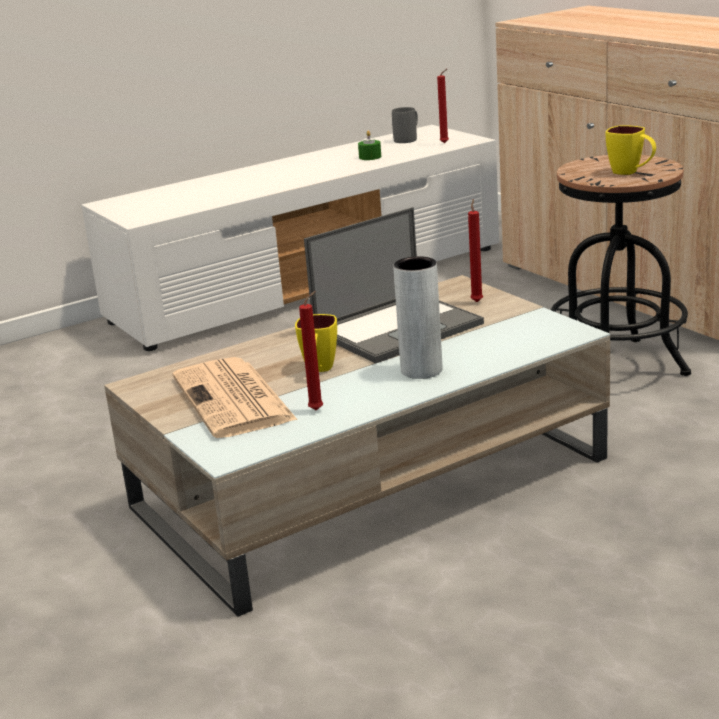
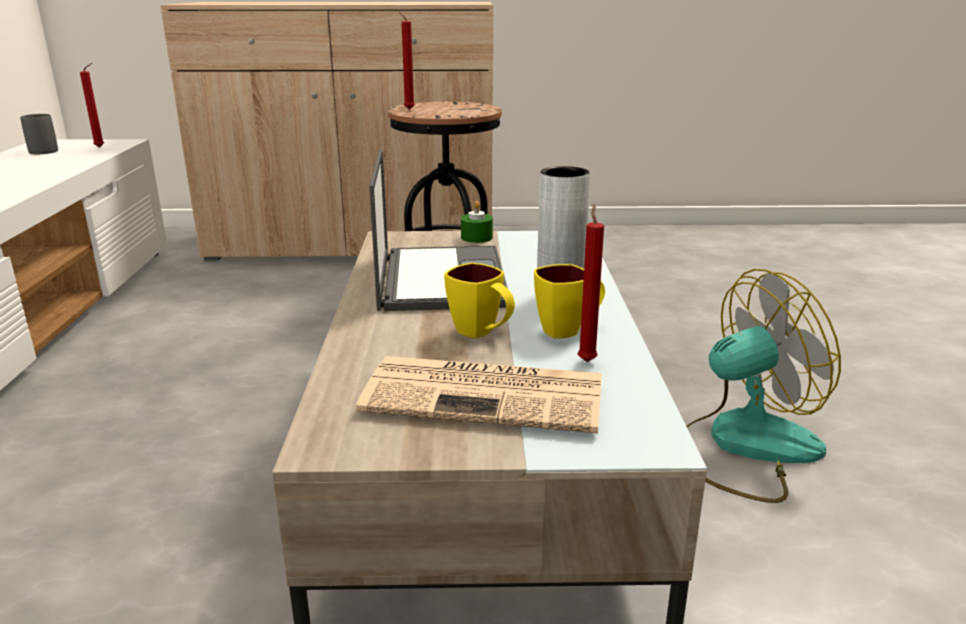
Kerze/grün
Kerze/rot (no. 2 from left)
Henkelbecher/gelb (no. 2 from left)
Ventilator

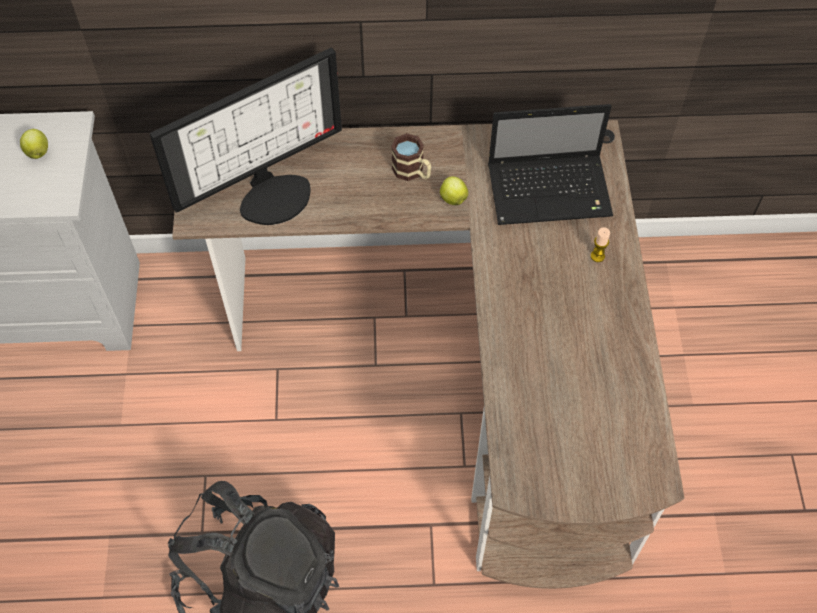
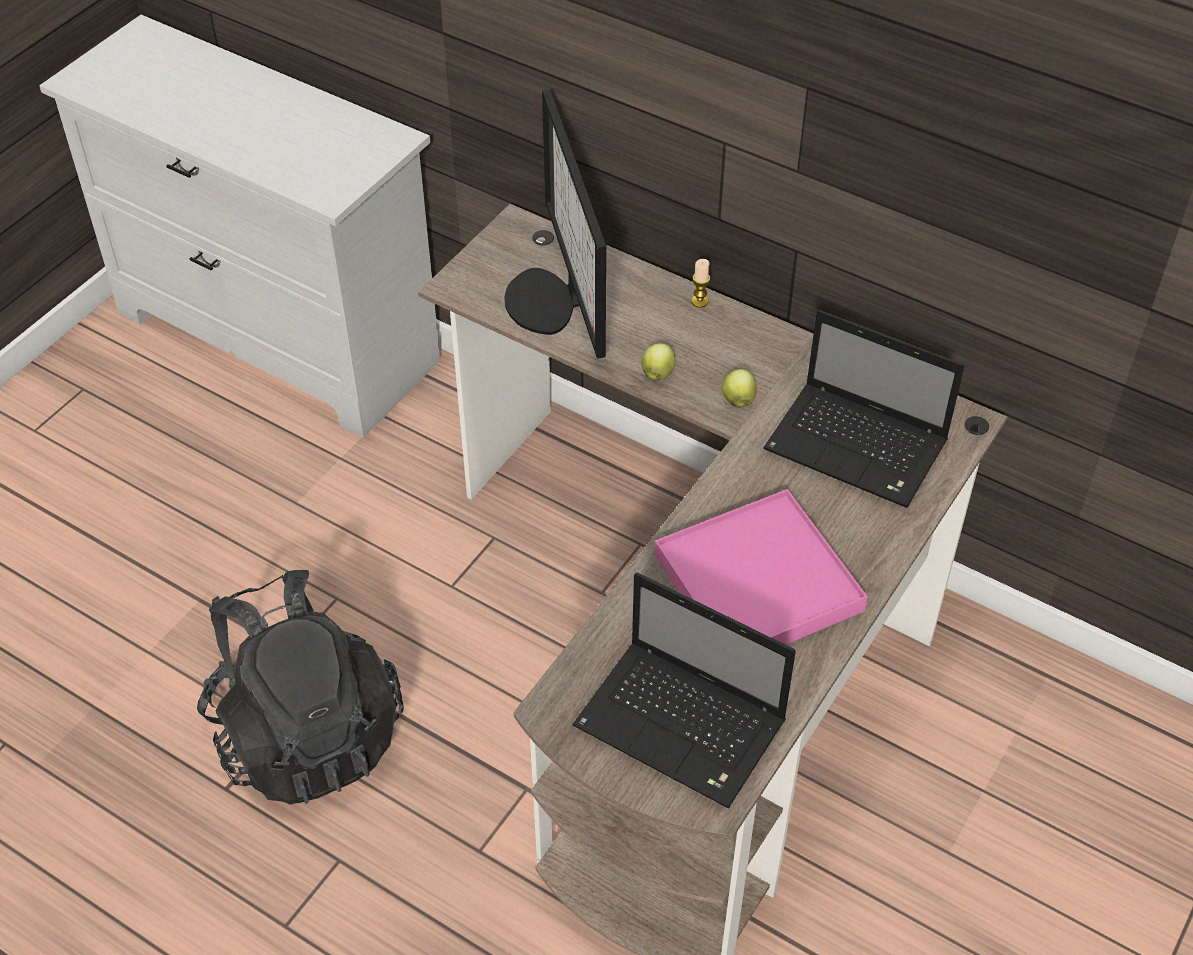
Apfel (no. 1 from left)
Monitor
Henkelbecher
Kerze
Laptop (no. 1 from left)
Tablett/rosa

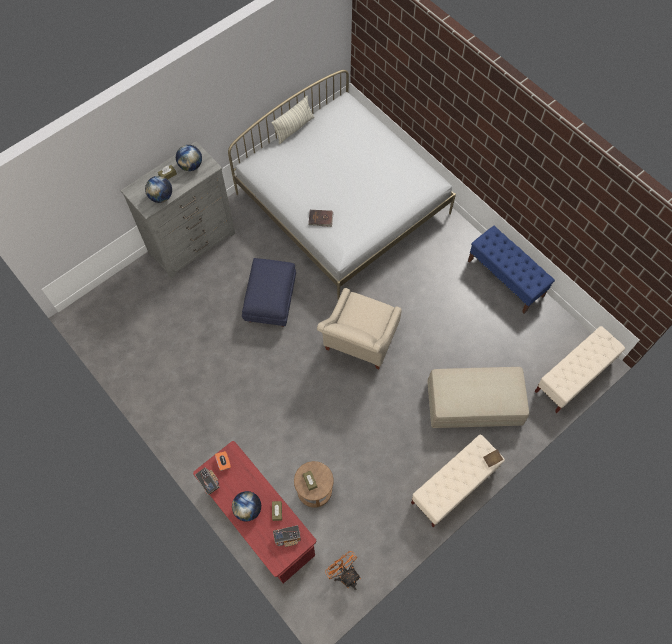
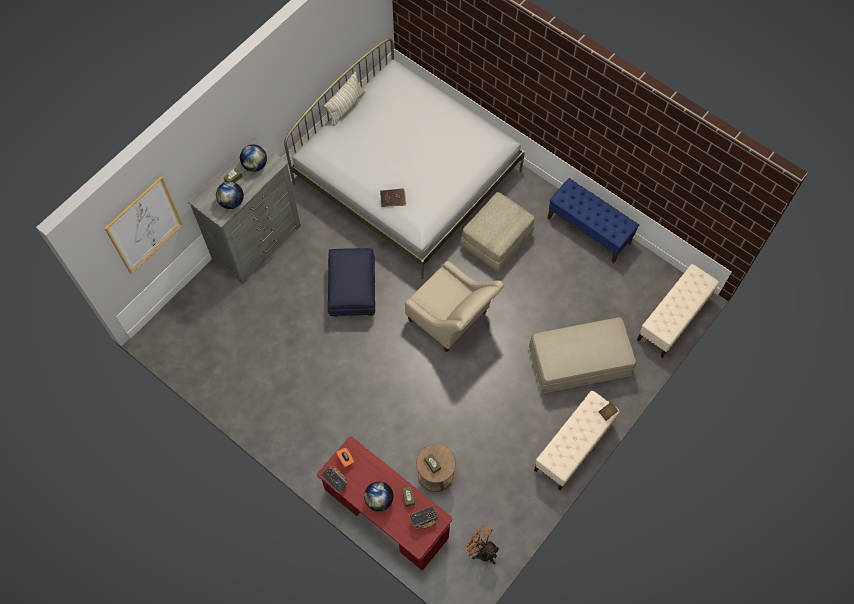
Sessel/beige
Bild
Polsterhocker/beige (no. 1 from left)

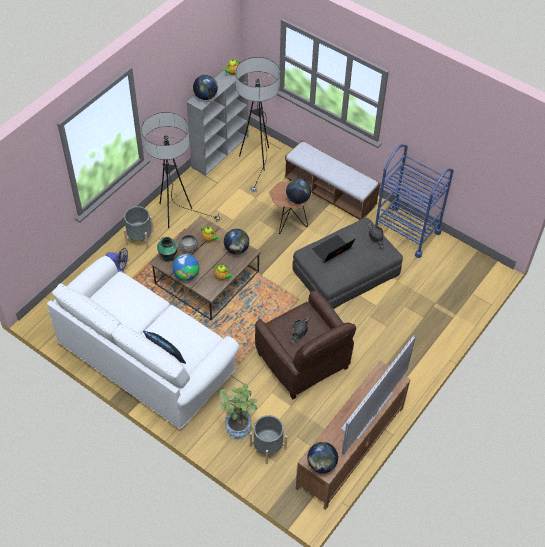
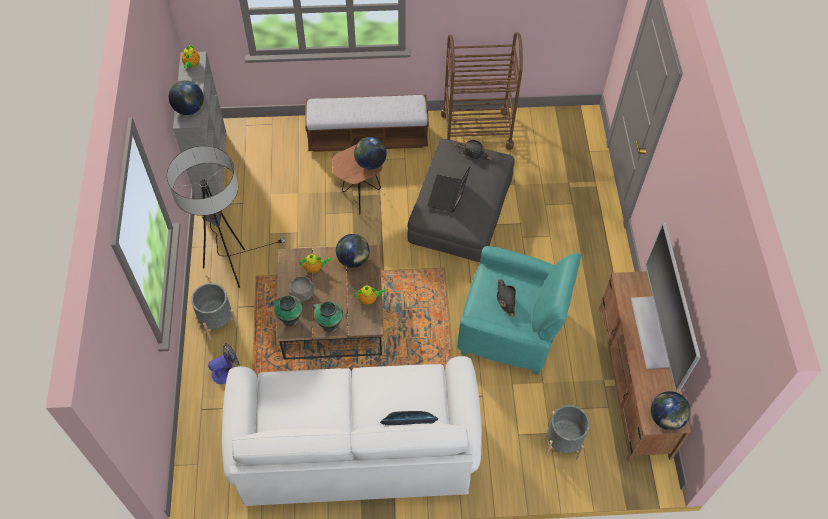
Vase (no. 2 from left)
Topfpflanze
Stehlampe (no. 2 from left in the first image)
Sessel/türkis
Rollwagen/braun

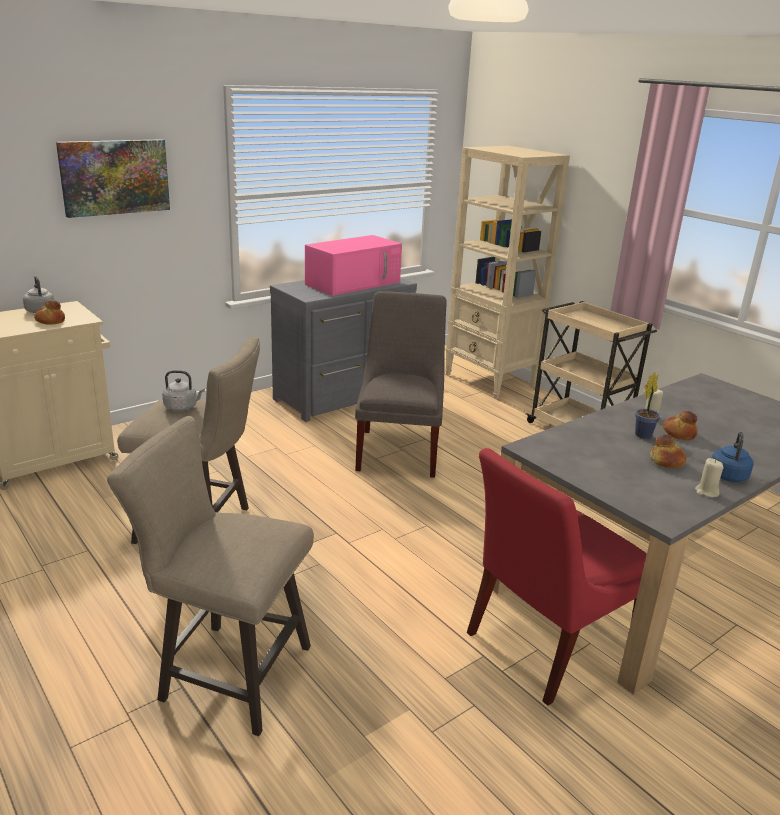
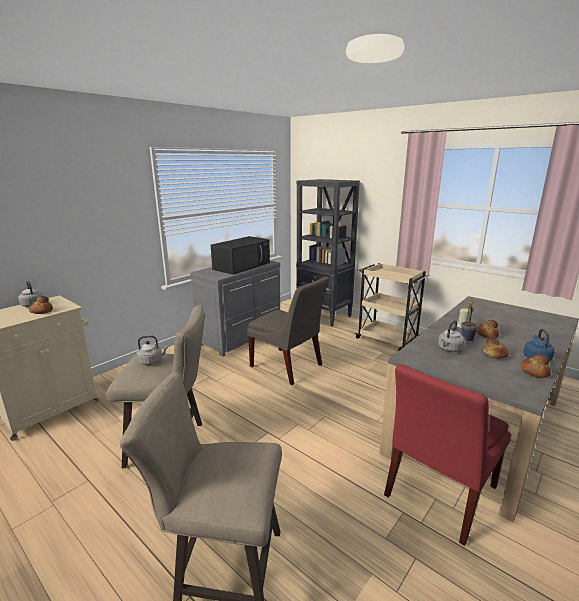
Bild
Mikrowelle/schwarz
Stuhl/grau
Bücherregal/schwarz
Brot (no. 4 from left)
Wasserkessel/grau (no. 3 from left)

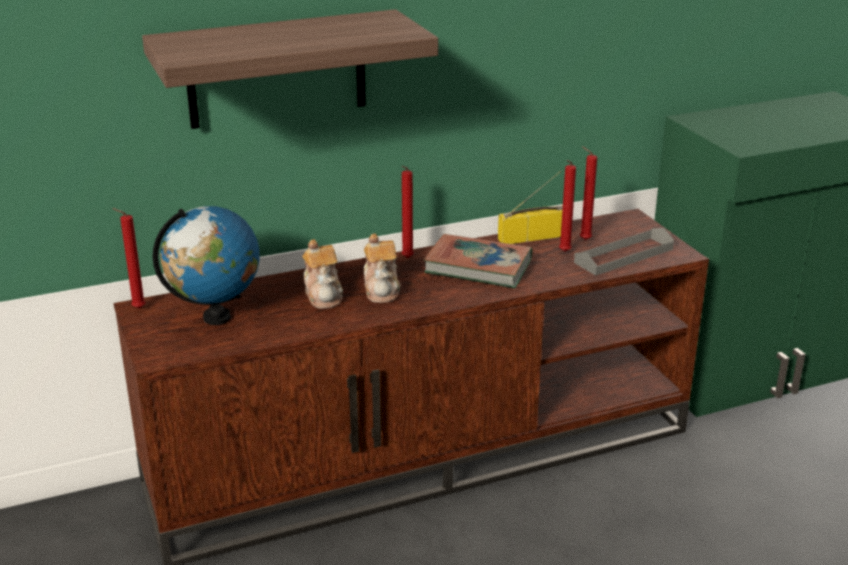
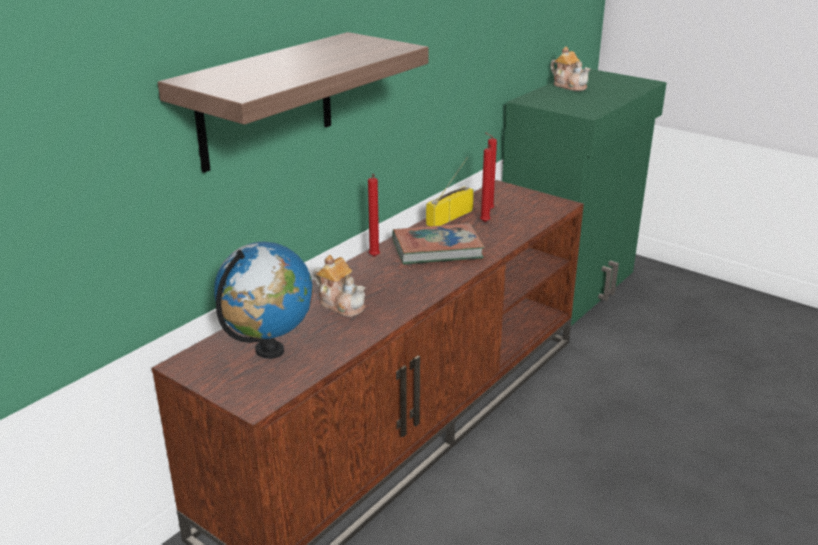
Kerze/rot (no. 1 from left in the first image)
Teekanne (no. 2 from left)
Tablett/grau

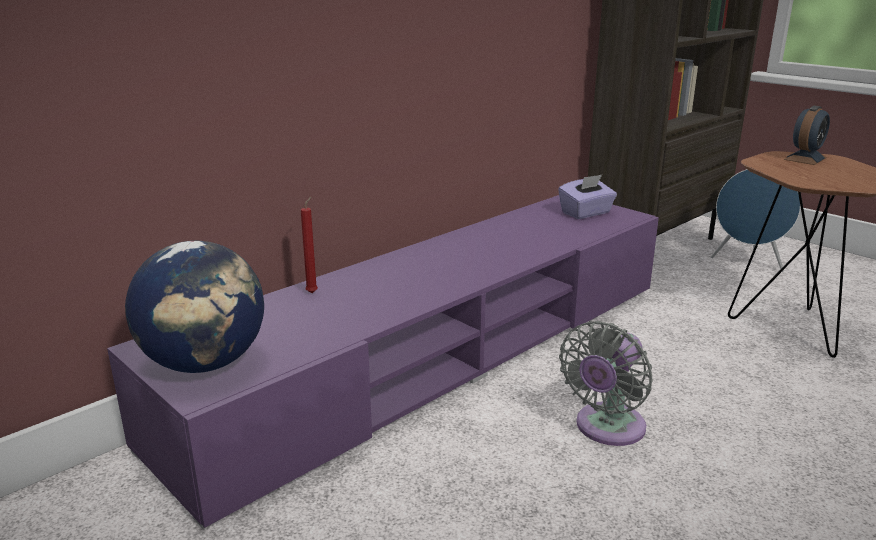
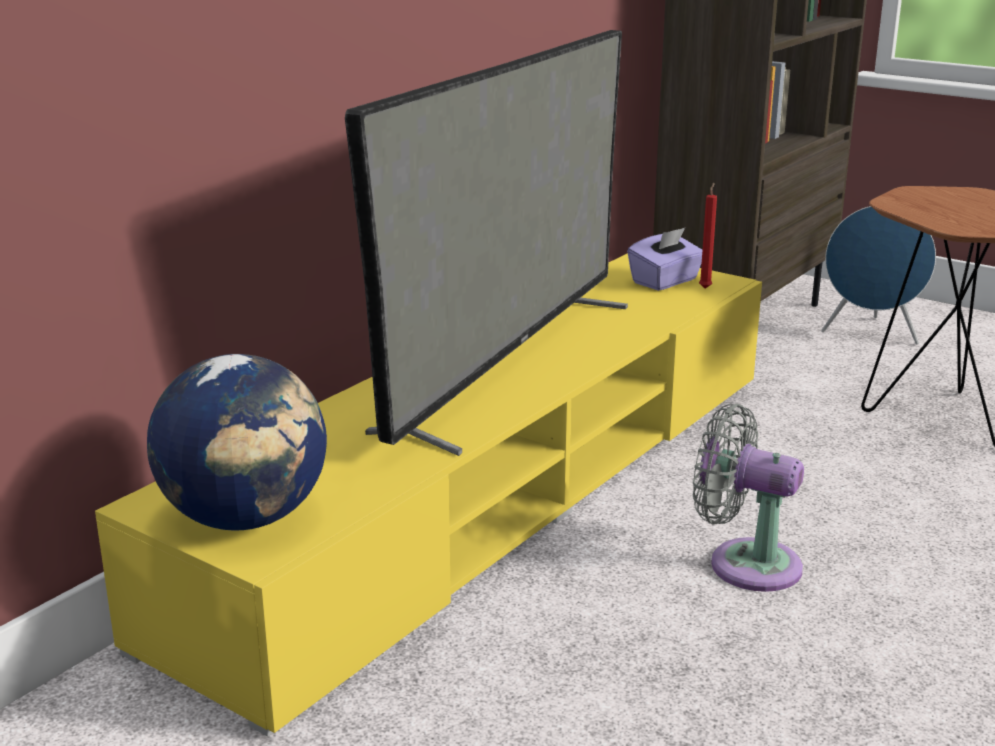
Fernsehschrank/gelb
Kerze/rot
Ventilator/grau
Wecker
Fernseher

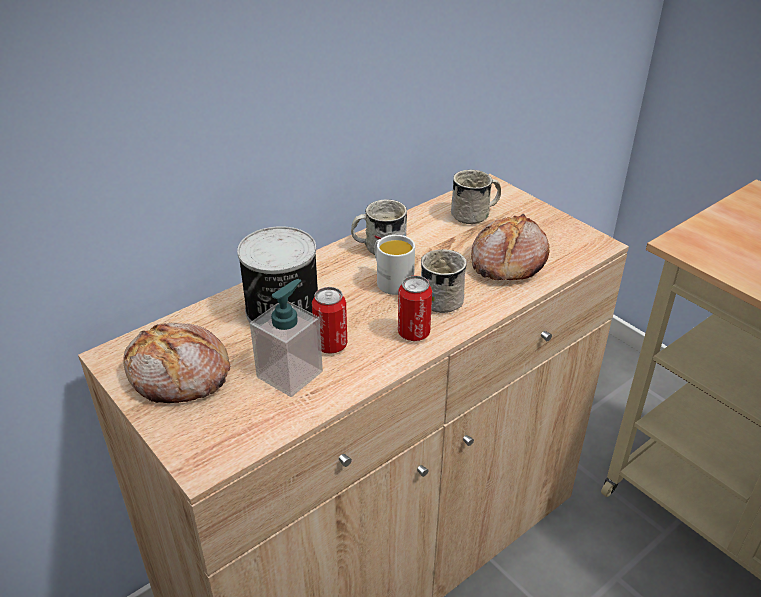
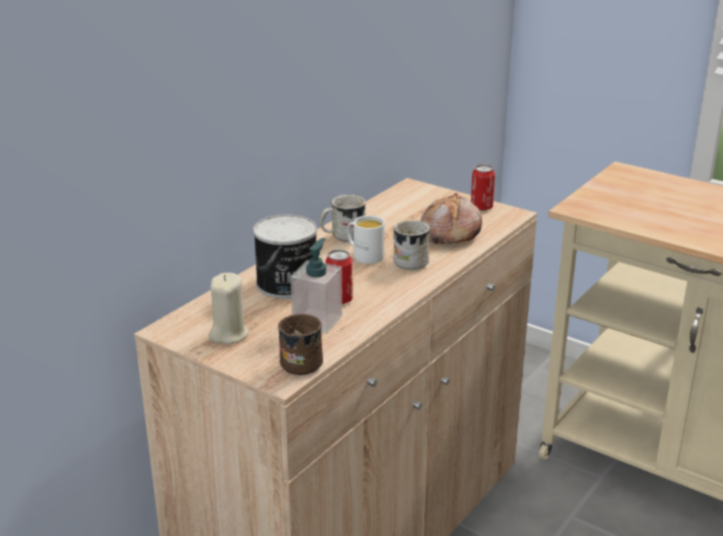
Kerze/beige
Dose (no. 3 from left)
Henkelbecher/weiß (no. 4 from left in the first image)
Henkelbecher/braun

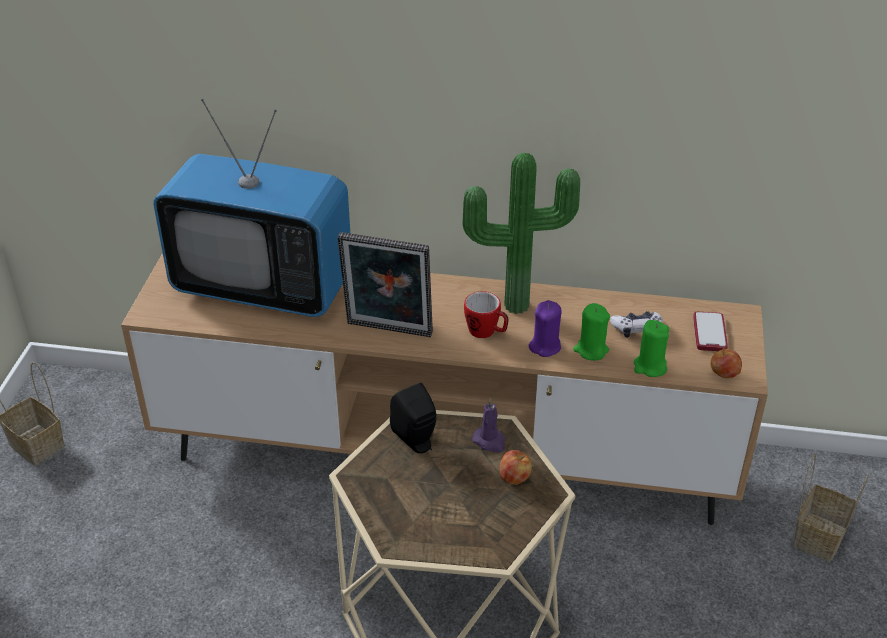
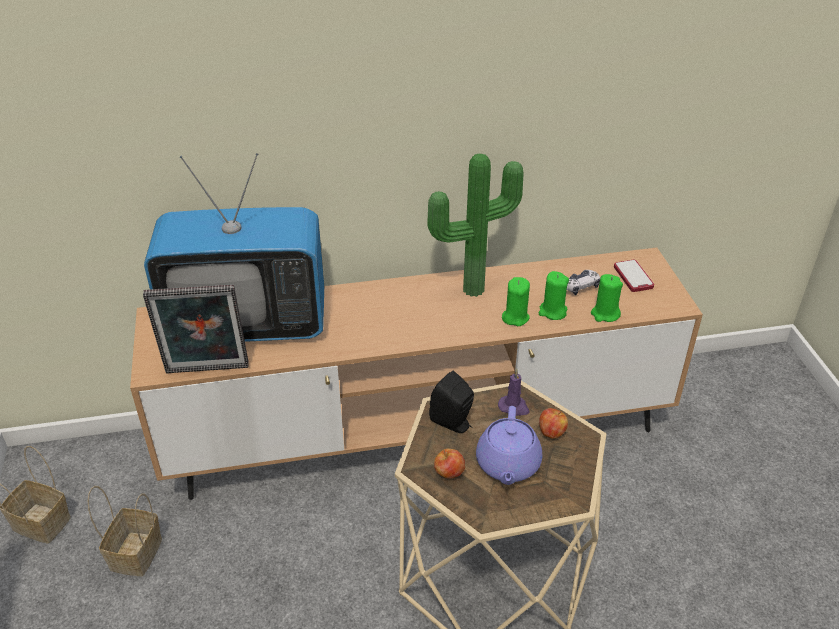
Bilderrahmen
Henkelbecher
Kerze/grün (no. 1 from left)
Apfel (no. 1 from left)
Korb (no. 2 from left)
Teekanne/lila

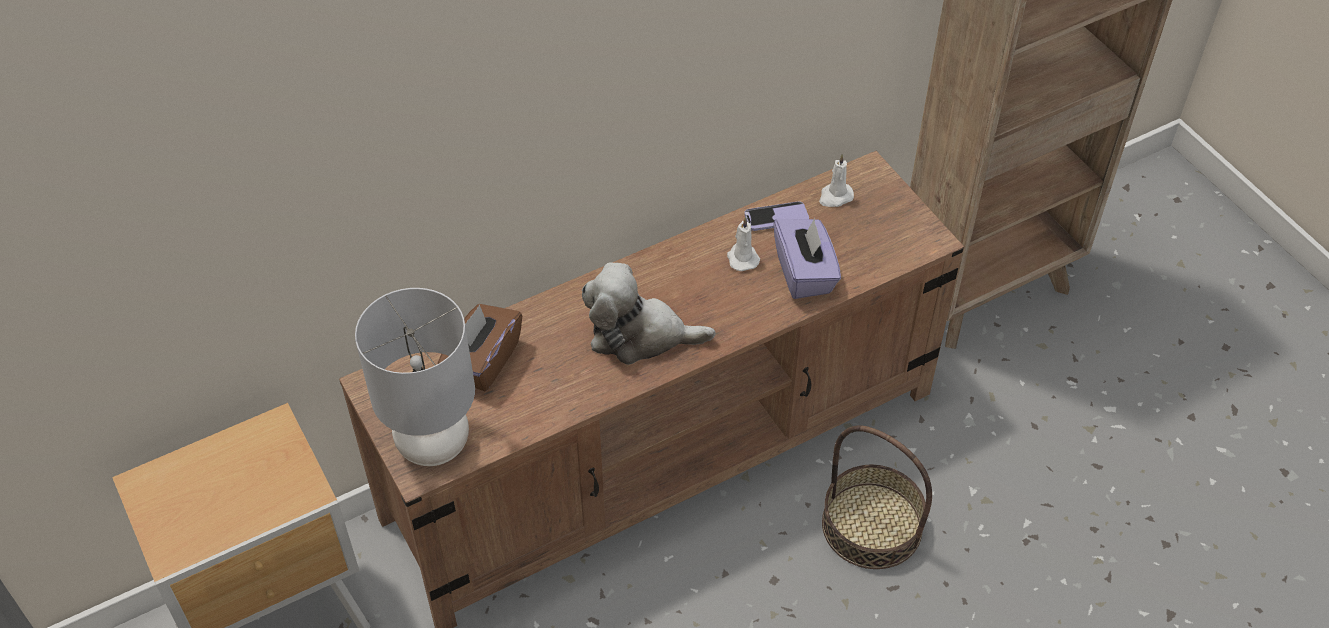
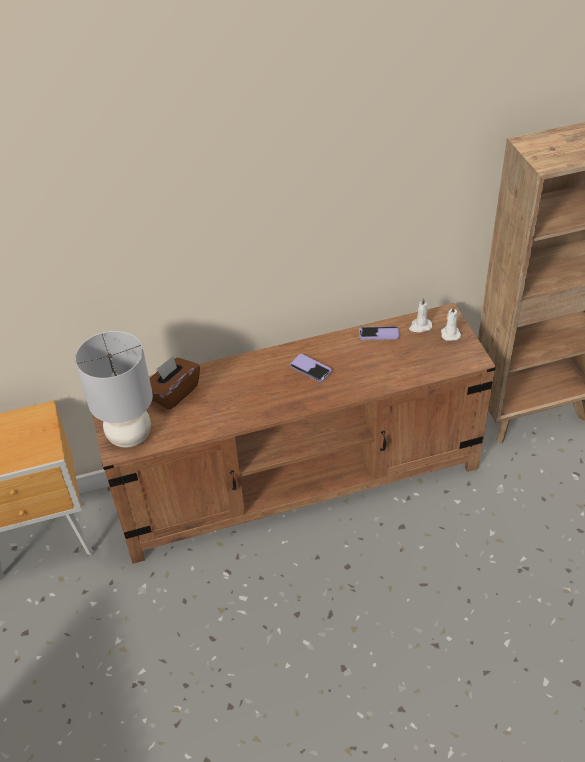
Plüschtier
Kerze/weiß (no. 2 from left)
Taschentuchbox/lila
Korb
Handy (no. 1 from left)

